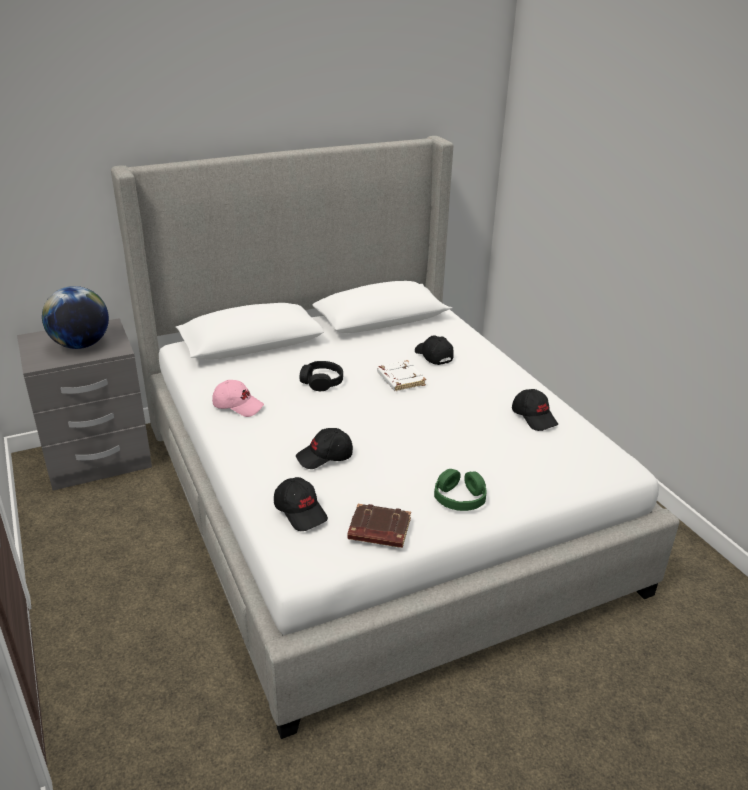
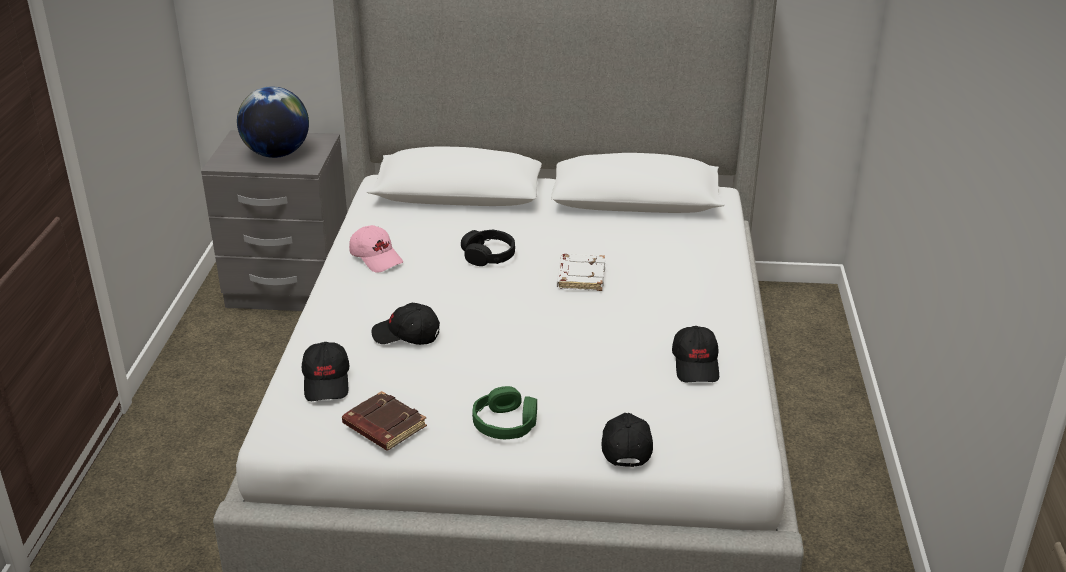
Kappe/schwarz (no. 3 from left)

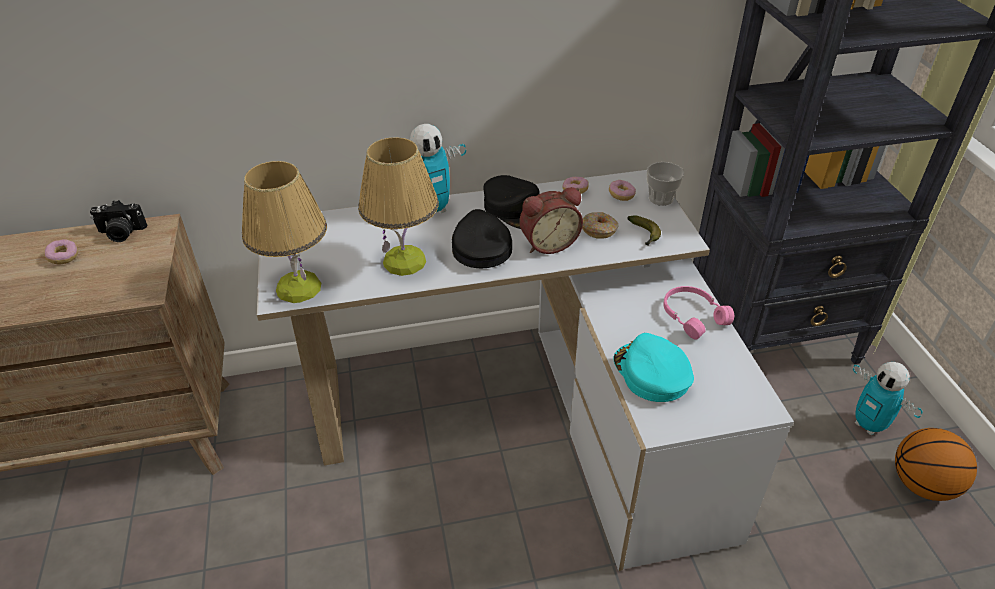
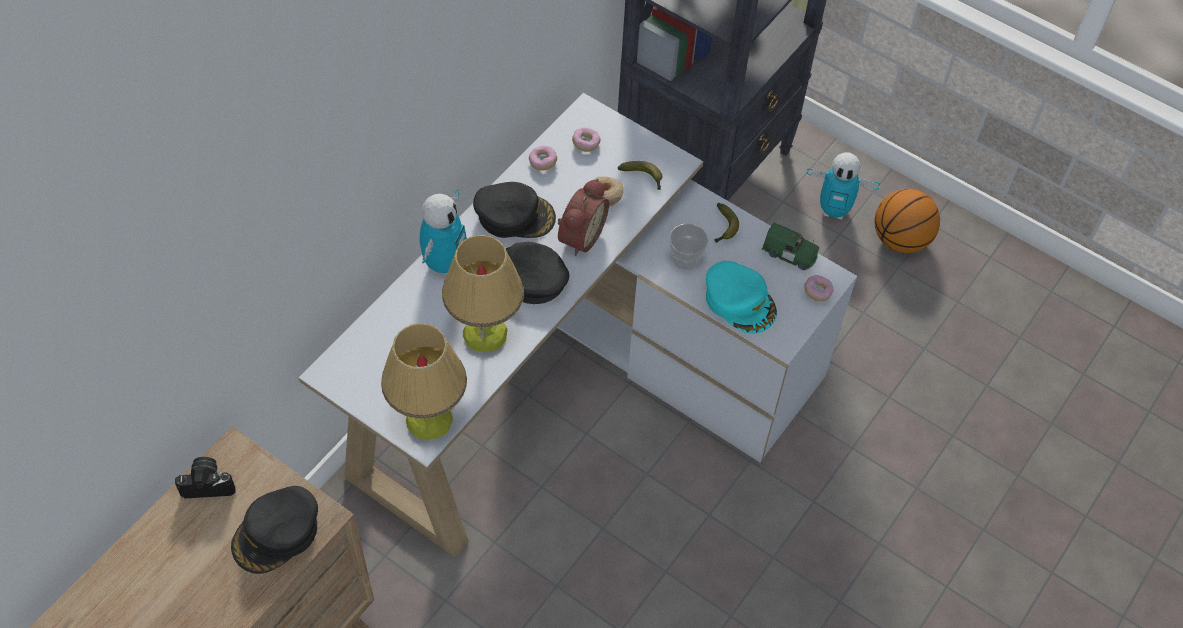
Donut (no. 4 from left)
Kamera
Kappe/türkis
Tasse
Banane (no. 2 from left)
Kappe/schwarz (no. 1 from left)
Spielzeugauto/grün

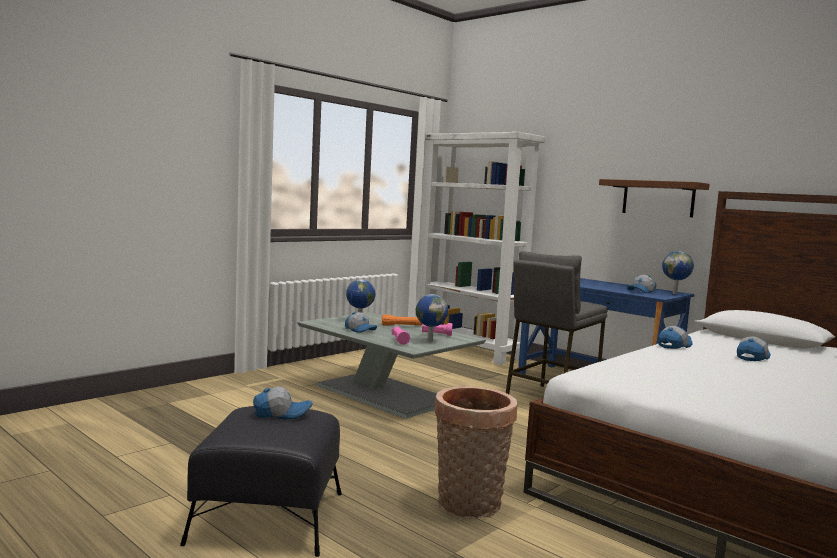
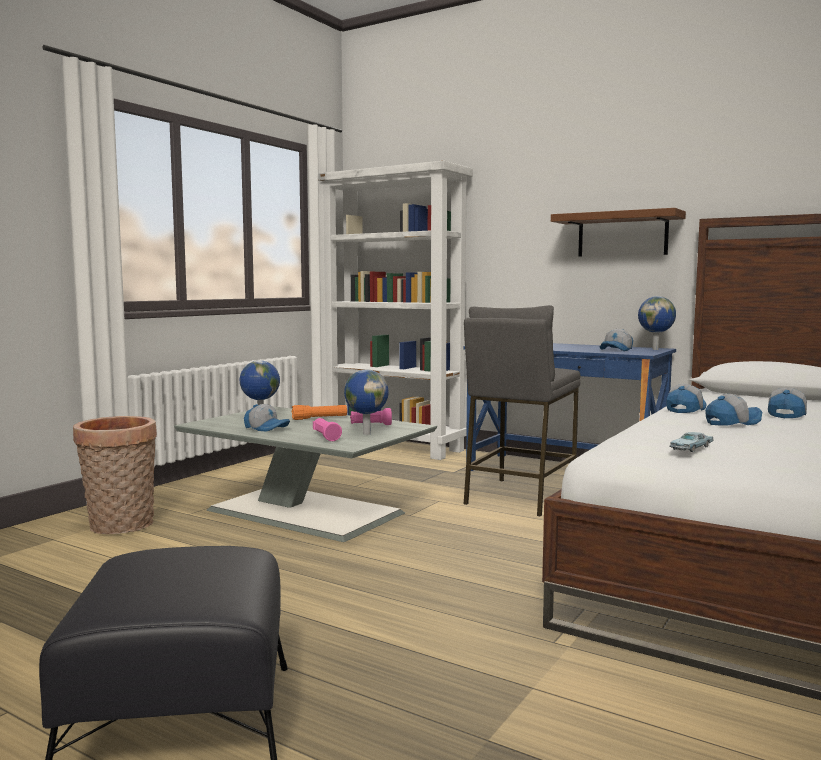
Kappe (no. 4 from left)
Korb
Spielzeugauto/blau

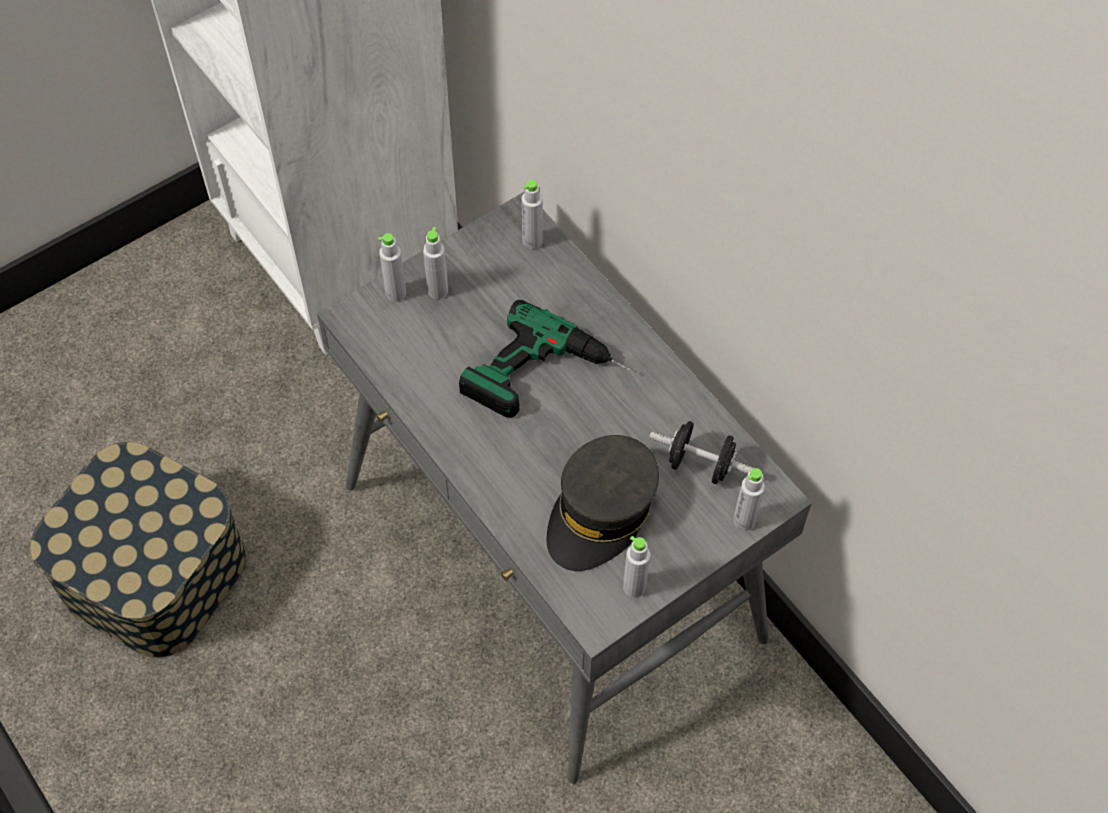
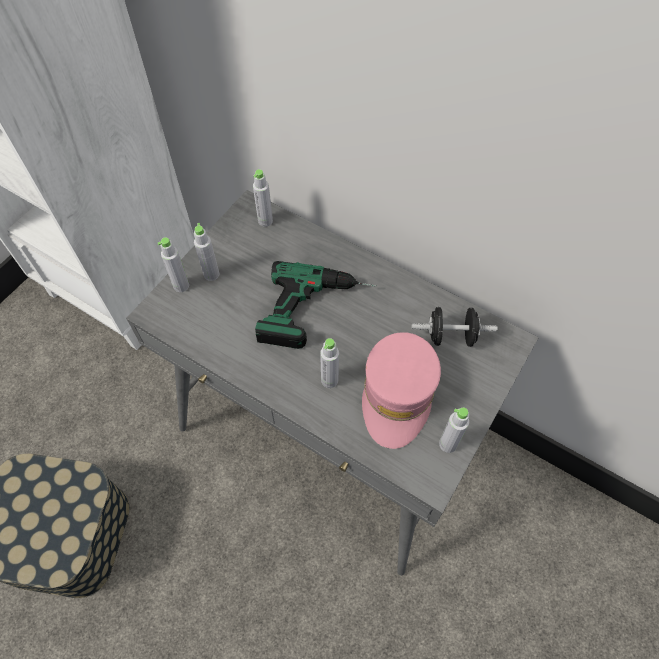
Kappe/rosa
Flasche/grau (no. 4 from left)

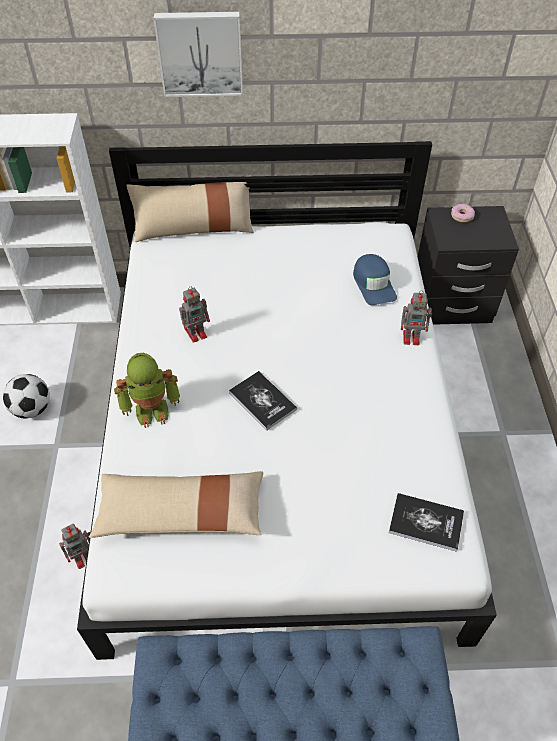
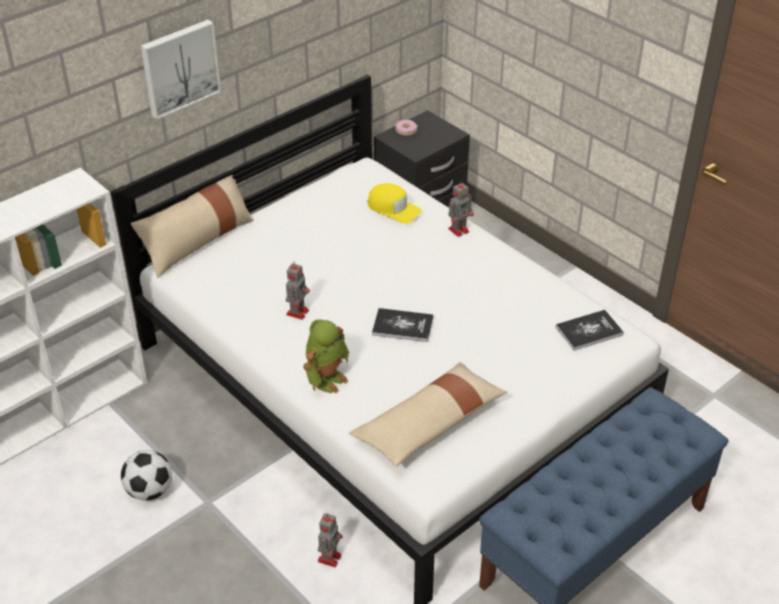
Kappe/gelb

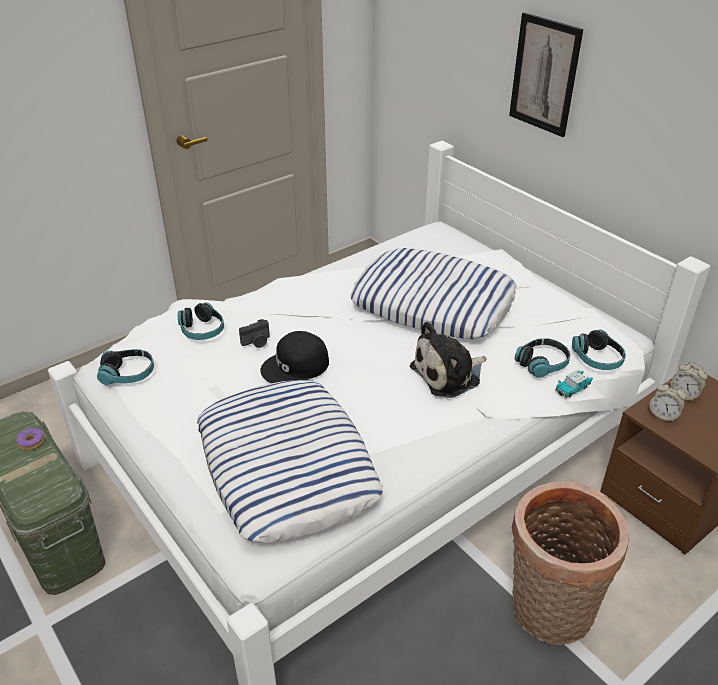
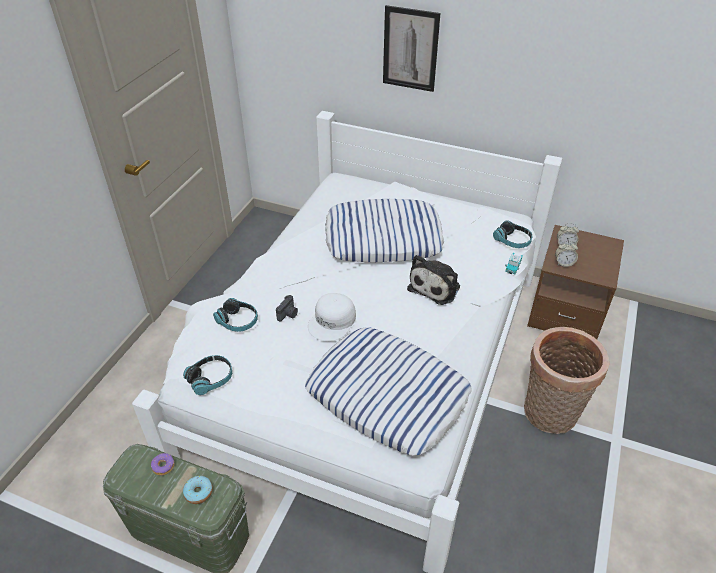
Kappe/weiß
Kopfhörer (no. 3 from left in the first image)
Donut (no. 2 from left)

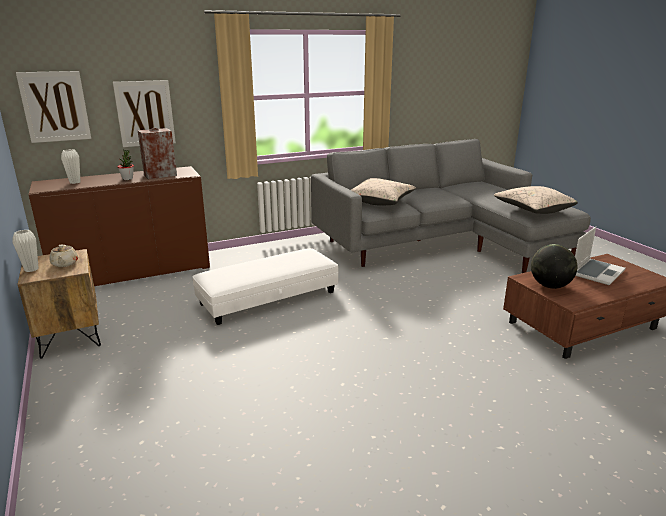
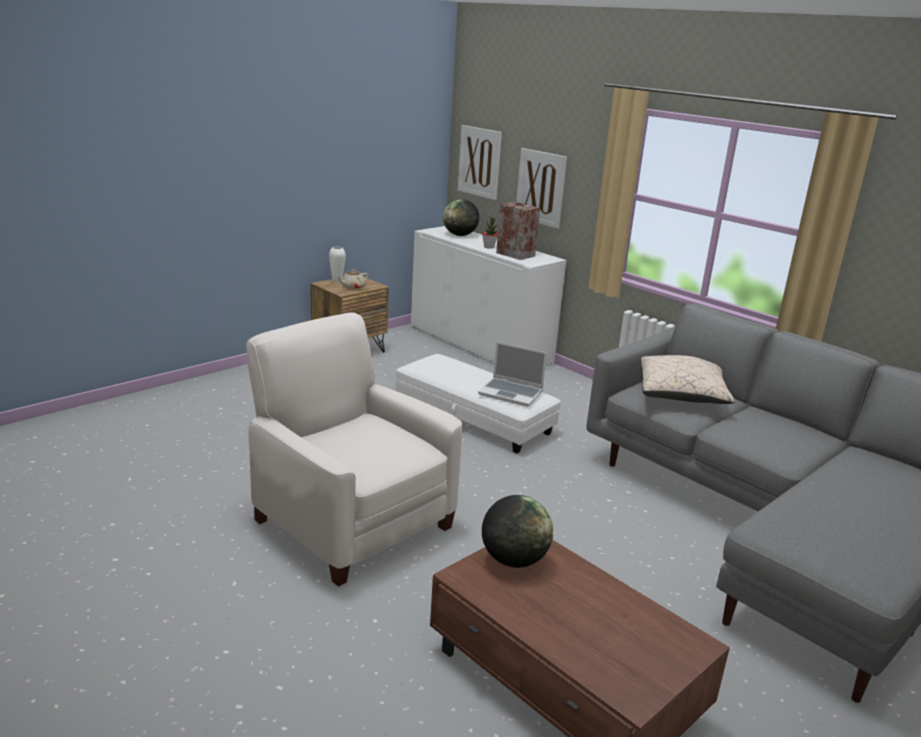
Schrank/weiß
Globus (no. 1 from left)
Kissen/beige (no. 2 from left in the first image)
Laptop
Sessel/weiß

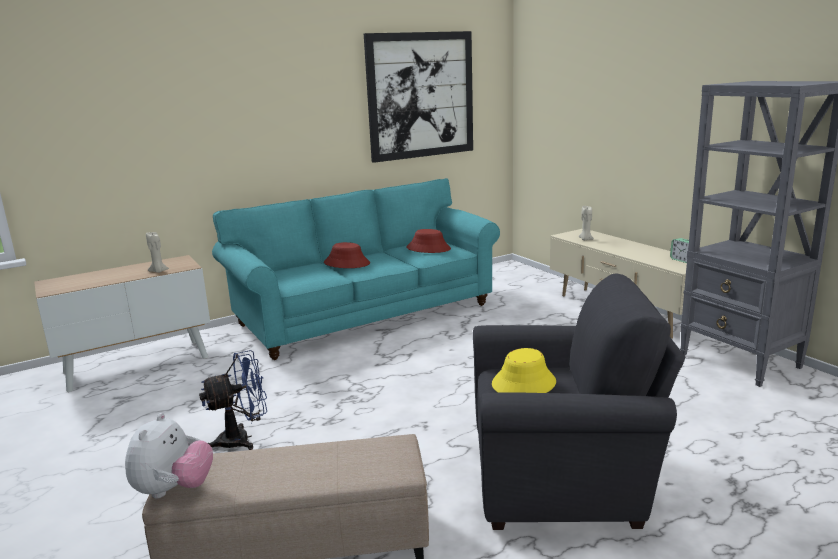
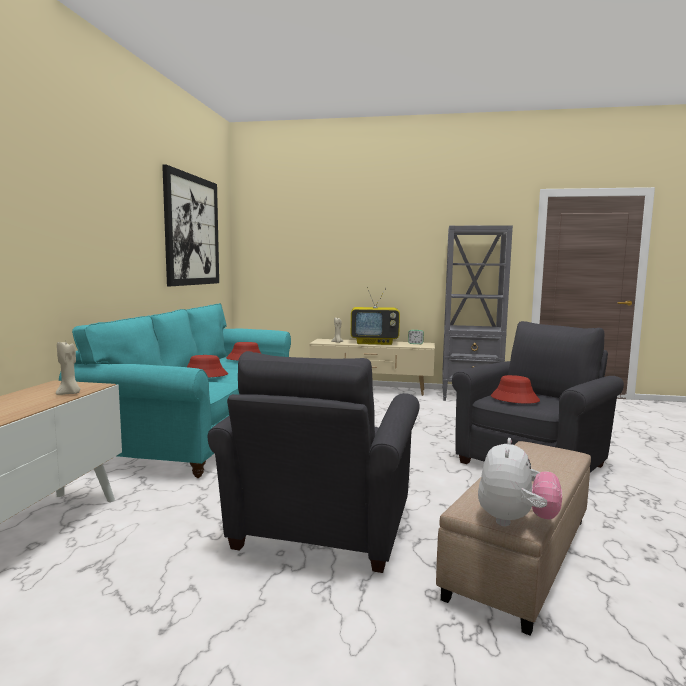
Plüschtier
Sessel/grau (no. 1 from left)
Hut/rot (no. 3 from left)
Fernseher

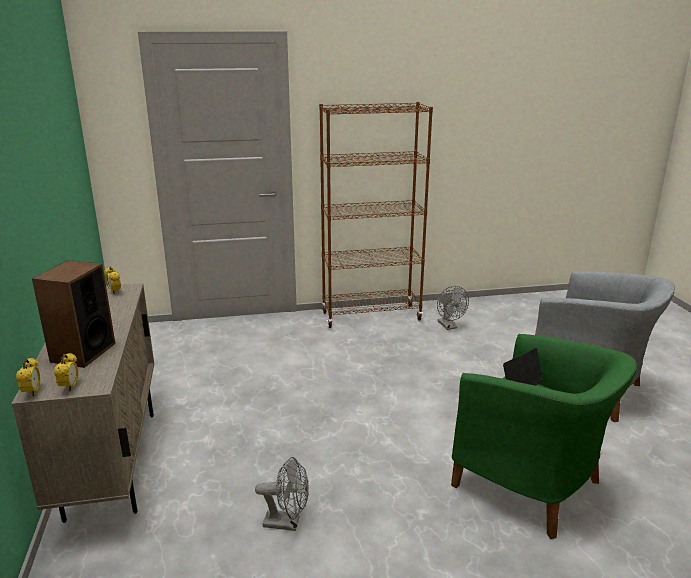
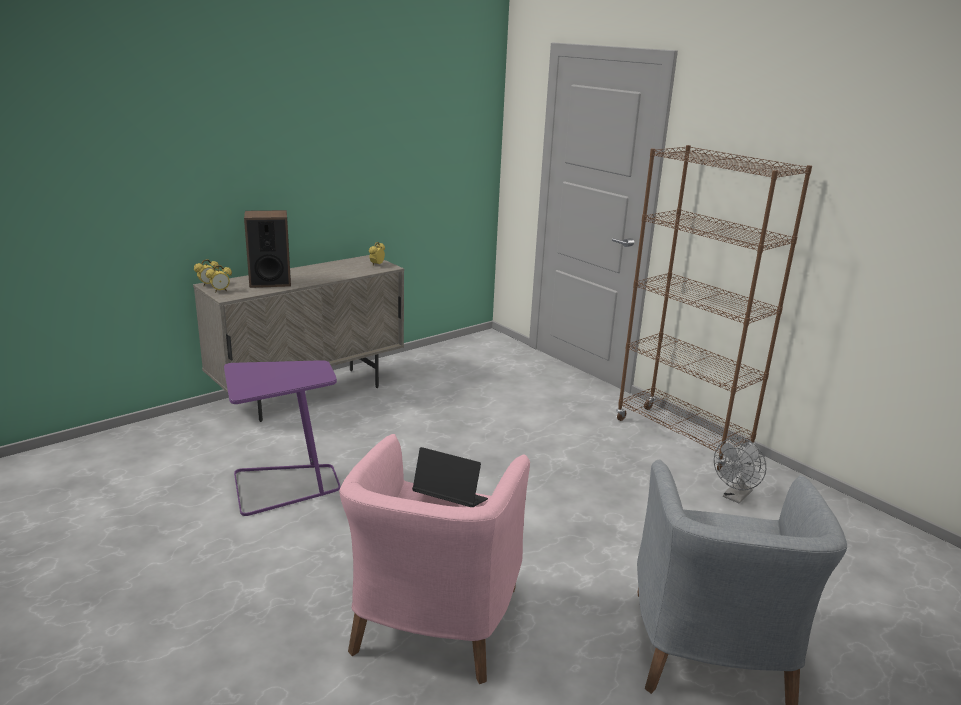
Beistelltisch/lila
Sessel/rosa

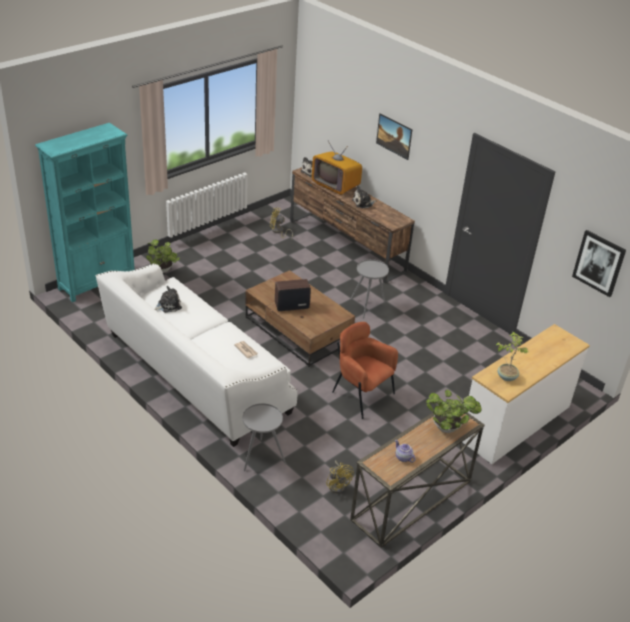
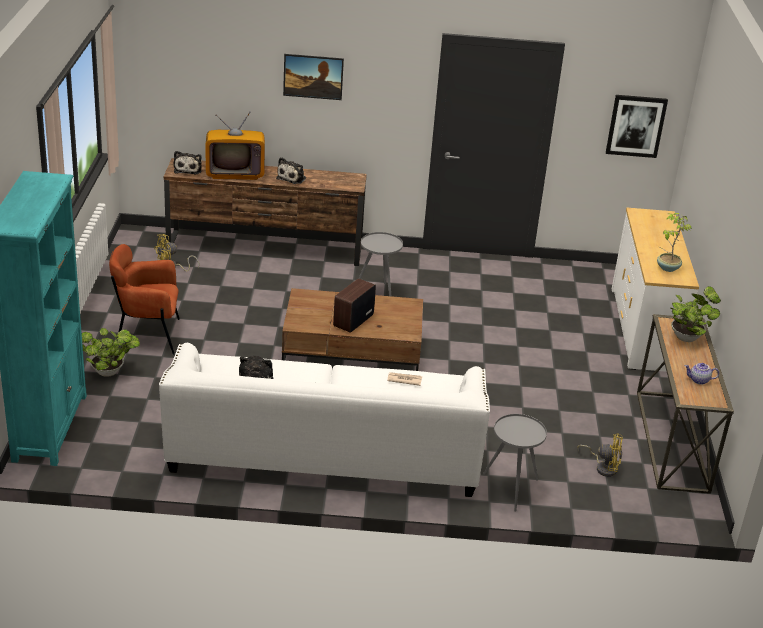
Sessel/braun

